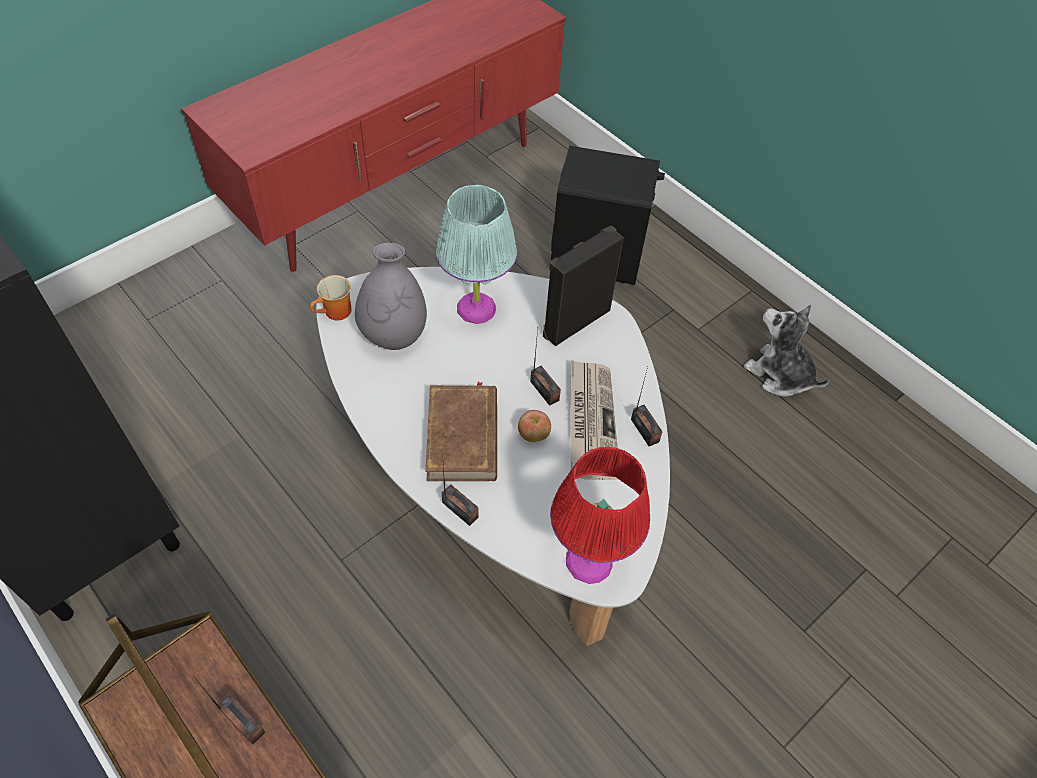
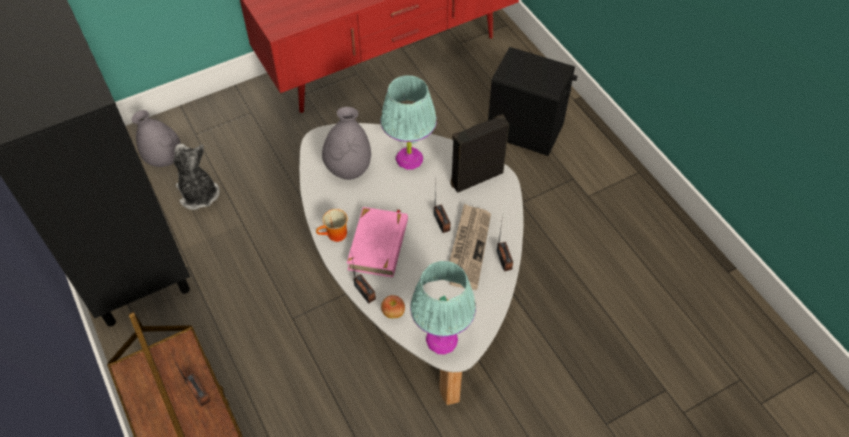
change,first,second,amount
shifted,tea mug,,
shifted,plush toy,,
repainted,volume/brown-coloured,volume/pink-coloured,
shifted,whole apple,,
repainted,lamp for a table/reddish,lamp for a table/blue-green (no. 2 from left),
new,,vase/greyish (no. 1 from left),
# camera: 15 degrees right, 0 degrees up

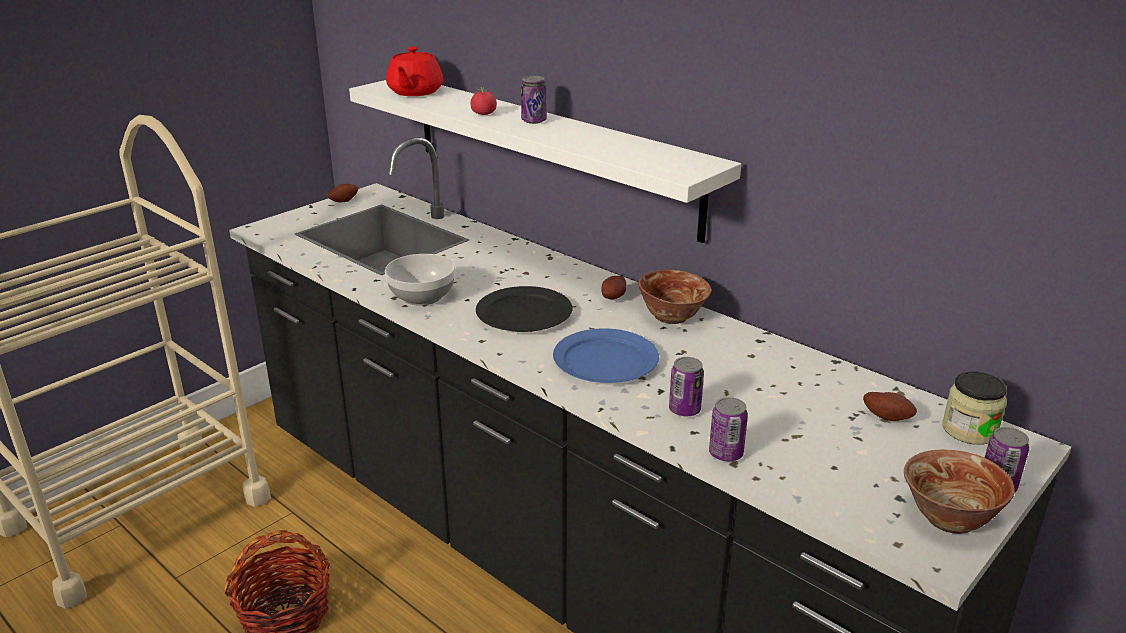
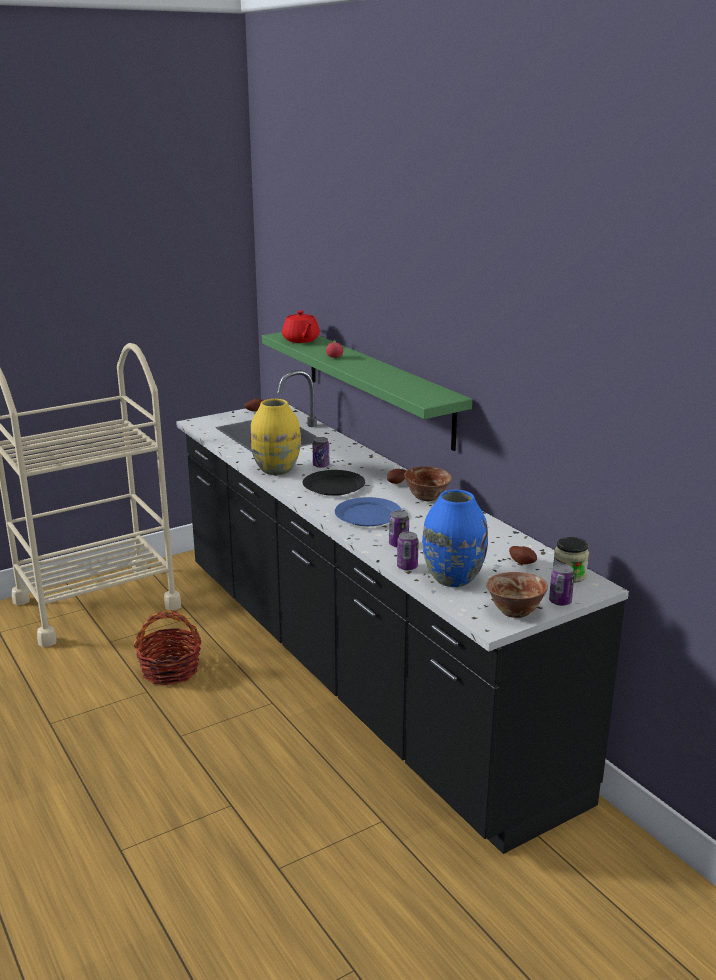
change,first,second,amount
rotated,tea pot/reddish,,45 degrees counterclockwise
shifted,can (no. 1 from left),,
repainted,wall shelf/white,wall shelf/greenish,
swapped,bowl (no. 1 from left),vase/yellowish,
new,,vase/blue,
# camera: 15 degrees right, 5 degrees down

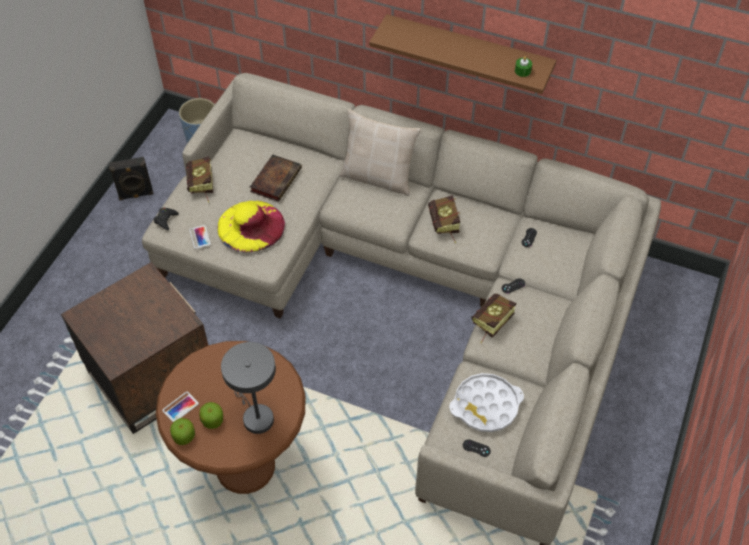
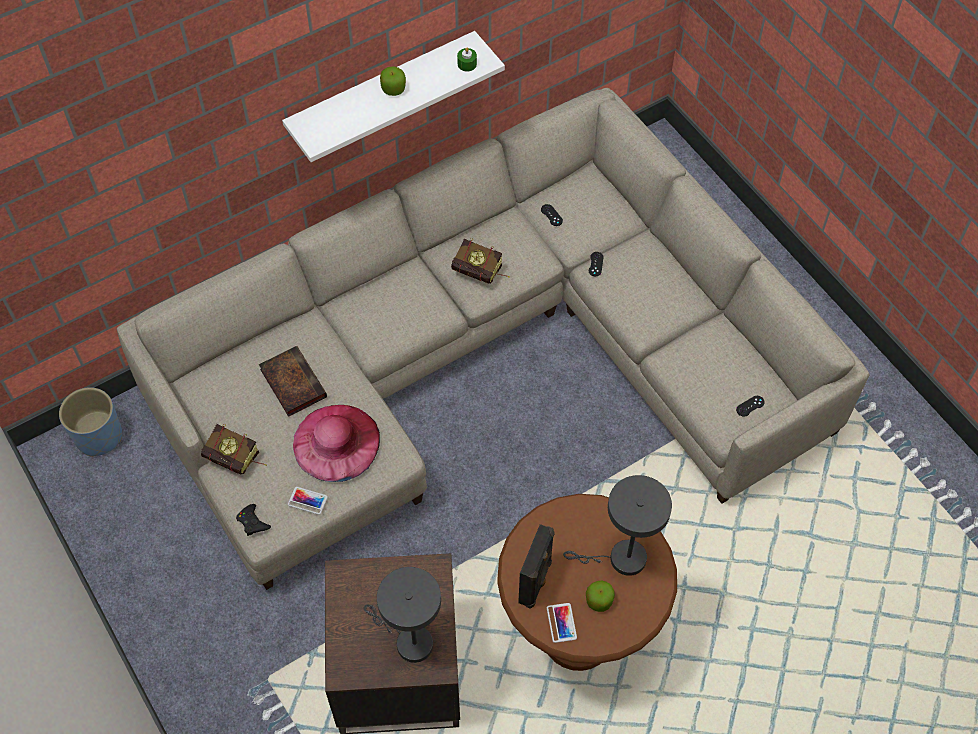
change,first,second,amount
repainted,wall shelf/brown-coloured,wall shelf/white,
gone,throw pillow/sand-coloured,,
shifted,loudspeaker/blackish,,
repainted,clothing hat/yellowish,clothing hat/pink-coloured,
gone,volume (no. 4 from left),,
gone,carrying tray/white,,
shifted,whole apple (no. 1 from left),,
new,,lamp for a table/greyish (no. 1 from left),
# camera: 55 degrees left, 5 degrees up

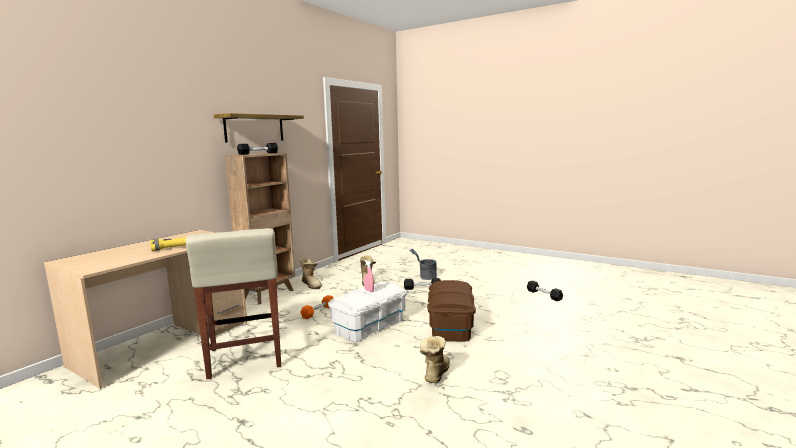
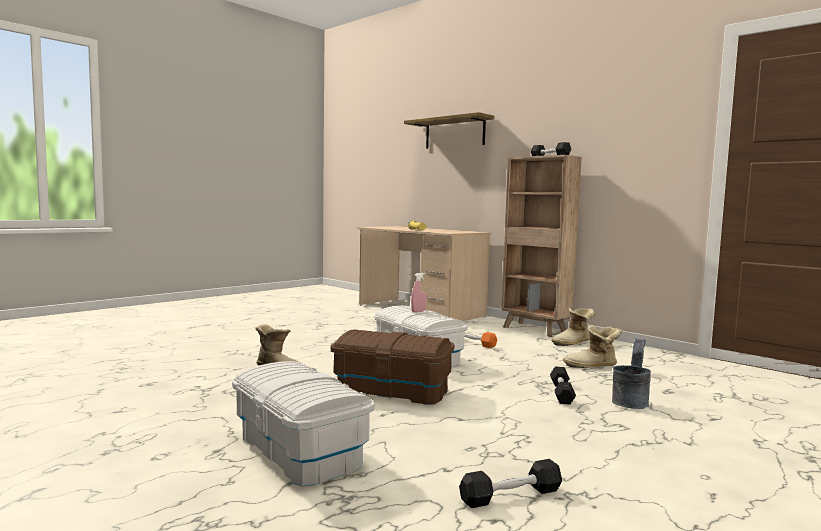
change,first,second,amount
shifted,wall shelf,,
gone,stool seat/sand-coloured,,
new,,storage box/white (no. 1 from left),
# camera: 100 degrees right, 5 degrees down

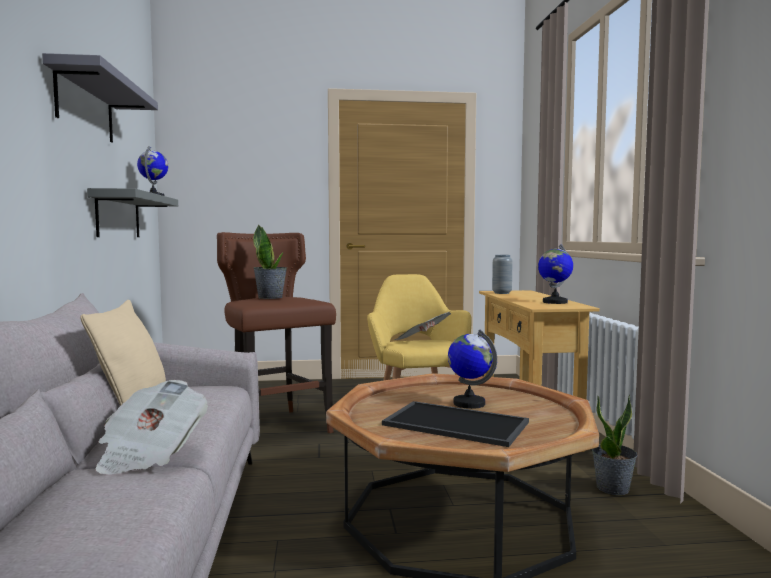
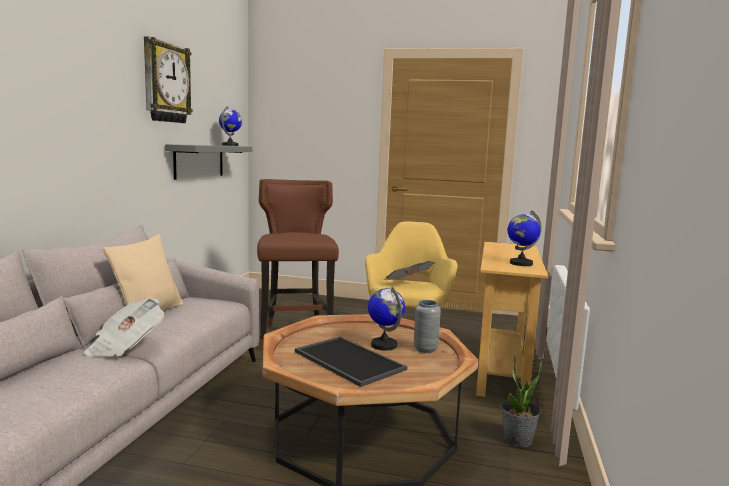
change,first,second,amount
swapped,wall shelf/greyish (no. 1 from left),clock on the wall,
gone,potted plant (no. 1 from left),,
shifted,vase/greyish,,
# camera: 20 degrees right, 5 degrees up

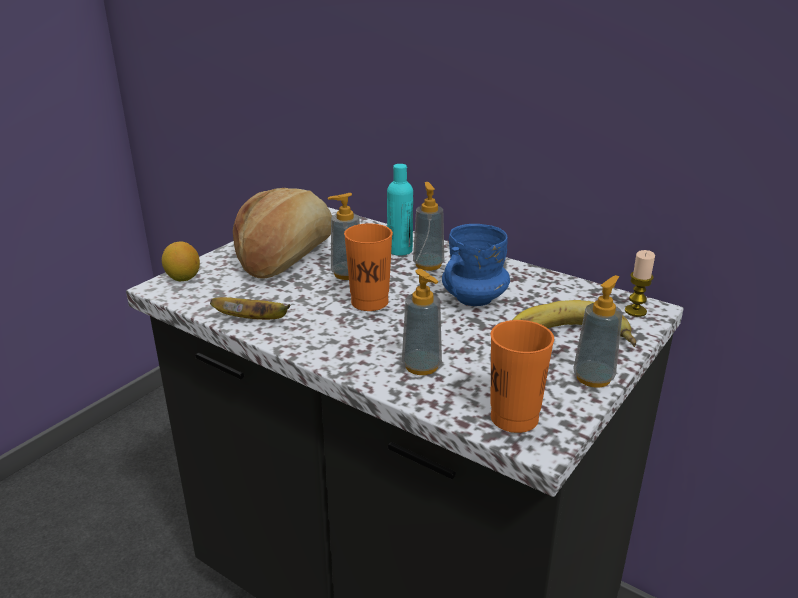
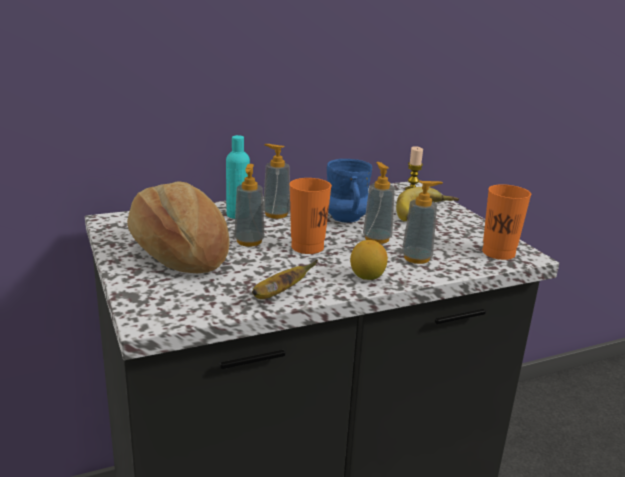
change,first,second,amount
shifted,whole lemon,,
shifted,soap dispenser (no. 4 from left in the first image),soap dispenser (no. 3 from left),
# camera: 60 degrees left, 5 degrees down

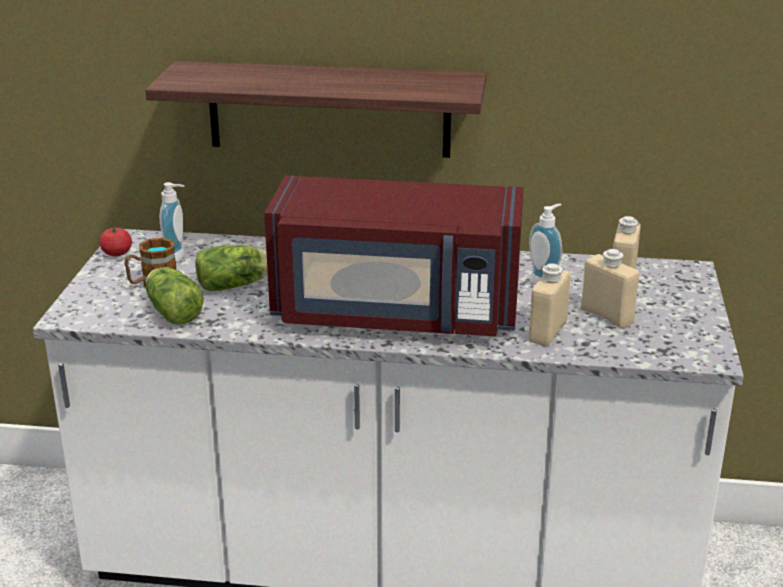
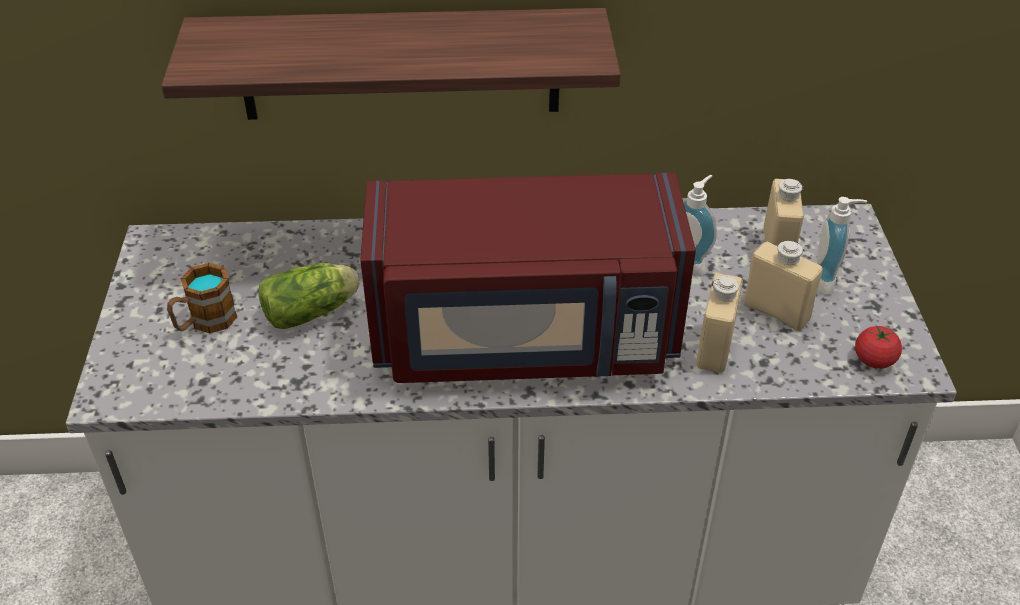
change,first,second,amount
shifted,soap dispenser (no. 1 from left in the first image),soap dispenser (no. 2 from left),
shifted,tomato,,
gone,lettuce head (no. 1 from left),,
# camera: 10 degrees left, 15 degrees up

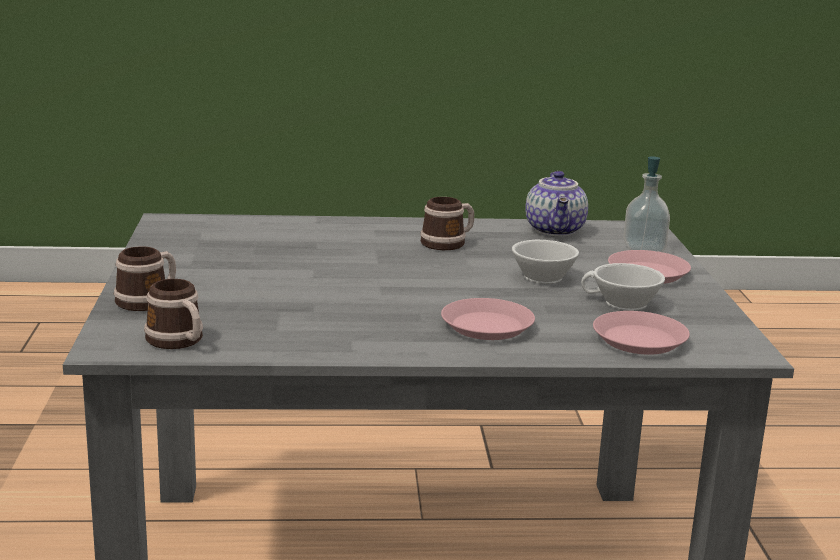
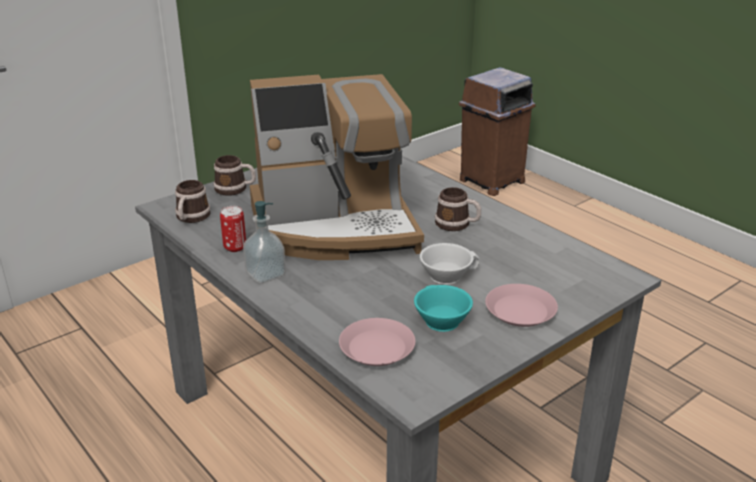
change,first,second,amount
shifted,soap dispenser,,
gone,tea pot,,
repainted,small cup/white (no. 2 from left),small cup/blue-green,
gone,plate/pink-coloured (no. 1 from left),,
new,,rubbish bin/brown-coloured,
new,,coffee machine,
new,,can,
# camera: 55 degrees right, 10 degrees up

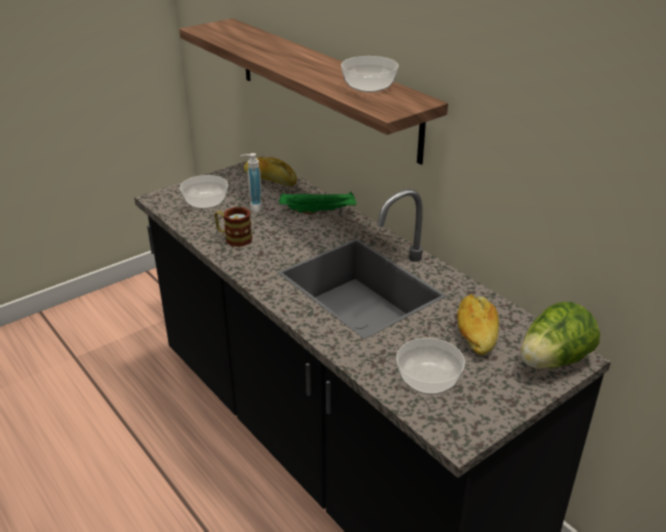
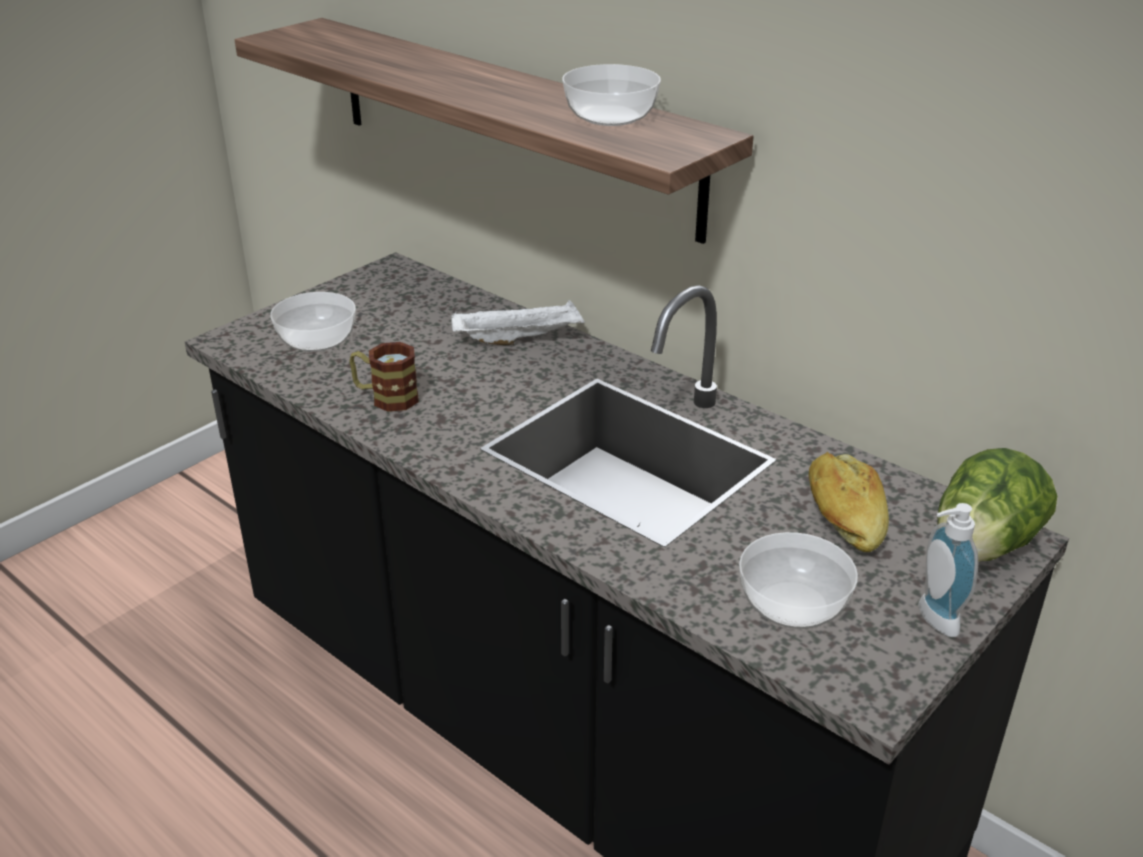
change,first,second,amount
shifted,soap dispenser,,
gone,bread (no. 1 from left),,
repainted,carrying tray/greenish,carrying tray/white,
# camera: 10 degrees left, 0 degrees up

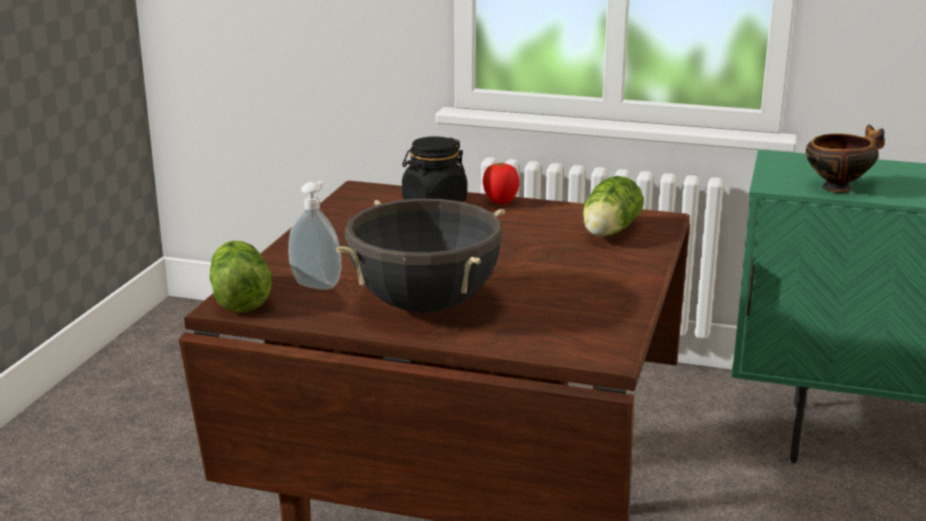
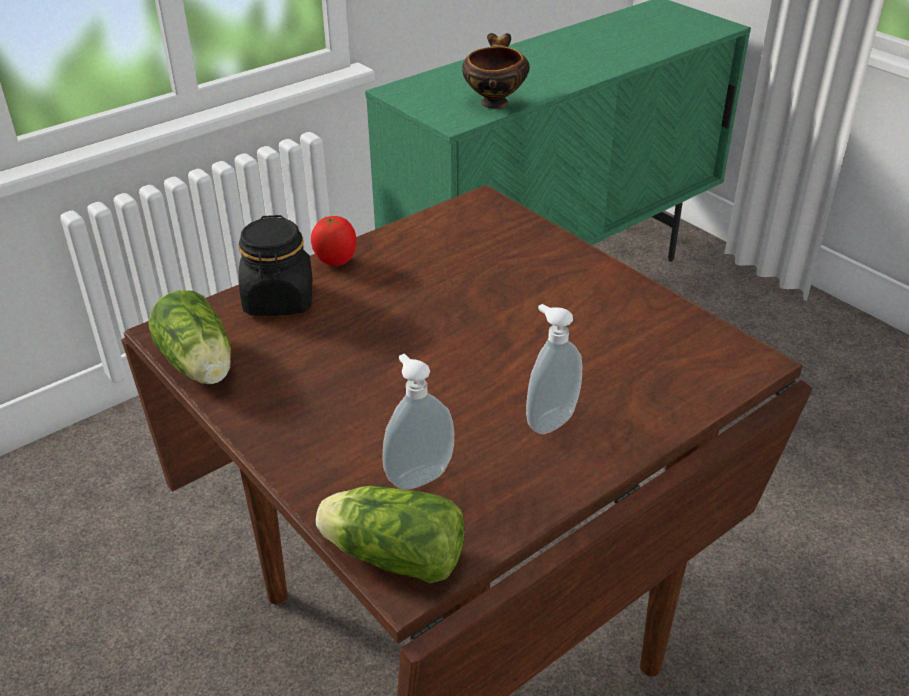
change,first,second,amount
shifted,lettuce head (no. 2 from left in the first image),lettuce head (no. 1 from left),
swapped,stockpot/blackish,soap dispenser (no. 2 from left),
# camera: 55 degrees left, 15 degrees up

